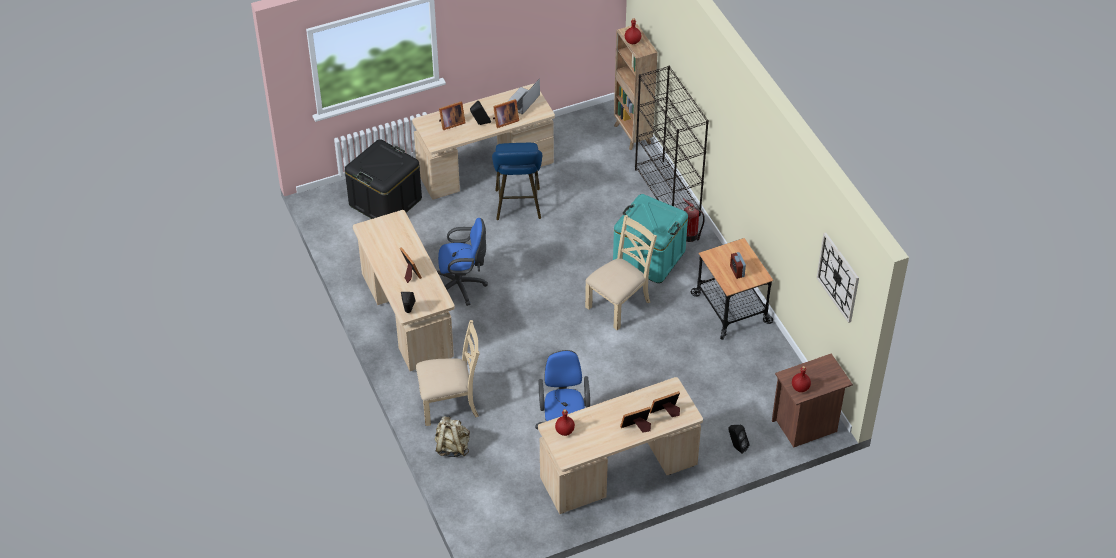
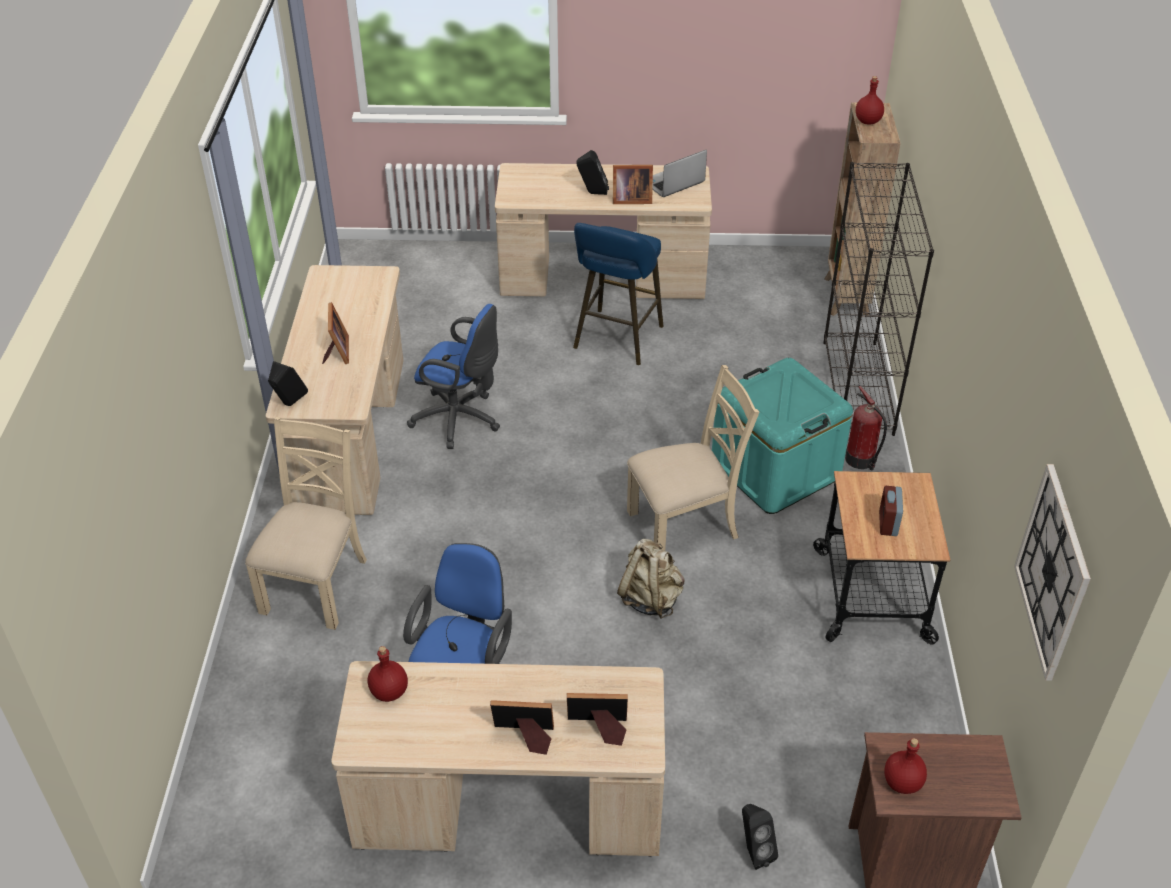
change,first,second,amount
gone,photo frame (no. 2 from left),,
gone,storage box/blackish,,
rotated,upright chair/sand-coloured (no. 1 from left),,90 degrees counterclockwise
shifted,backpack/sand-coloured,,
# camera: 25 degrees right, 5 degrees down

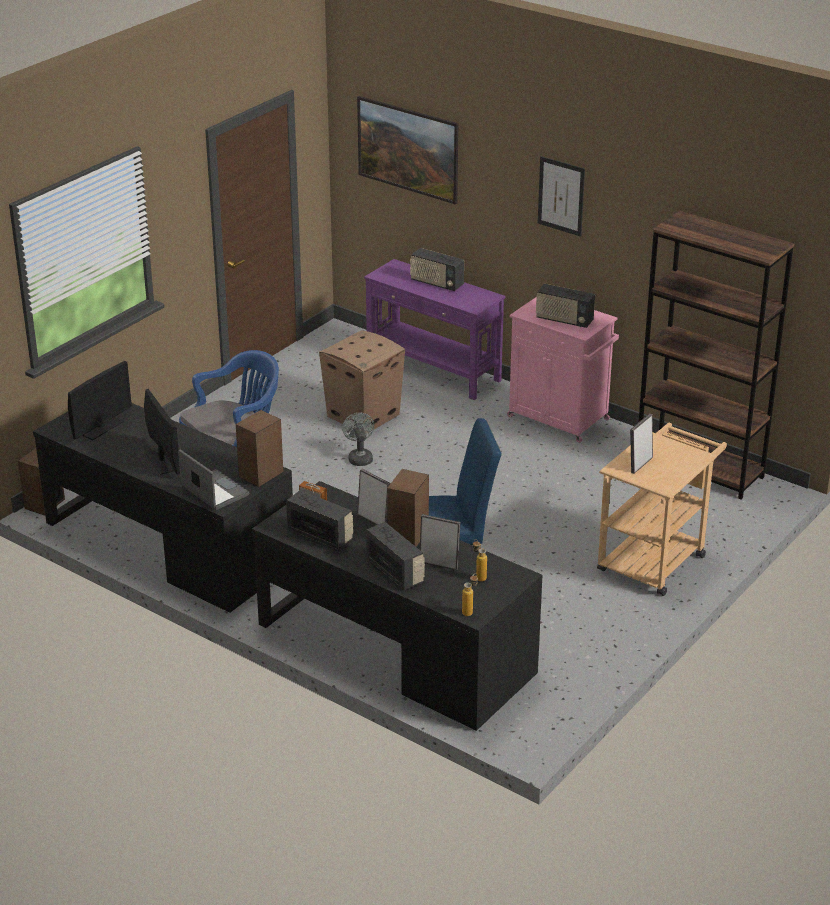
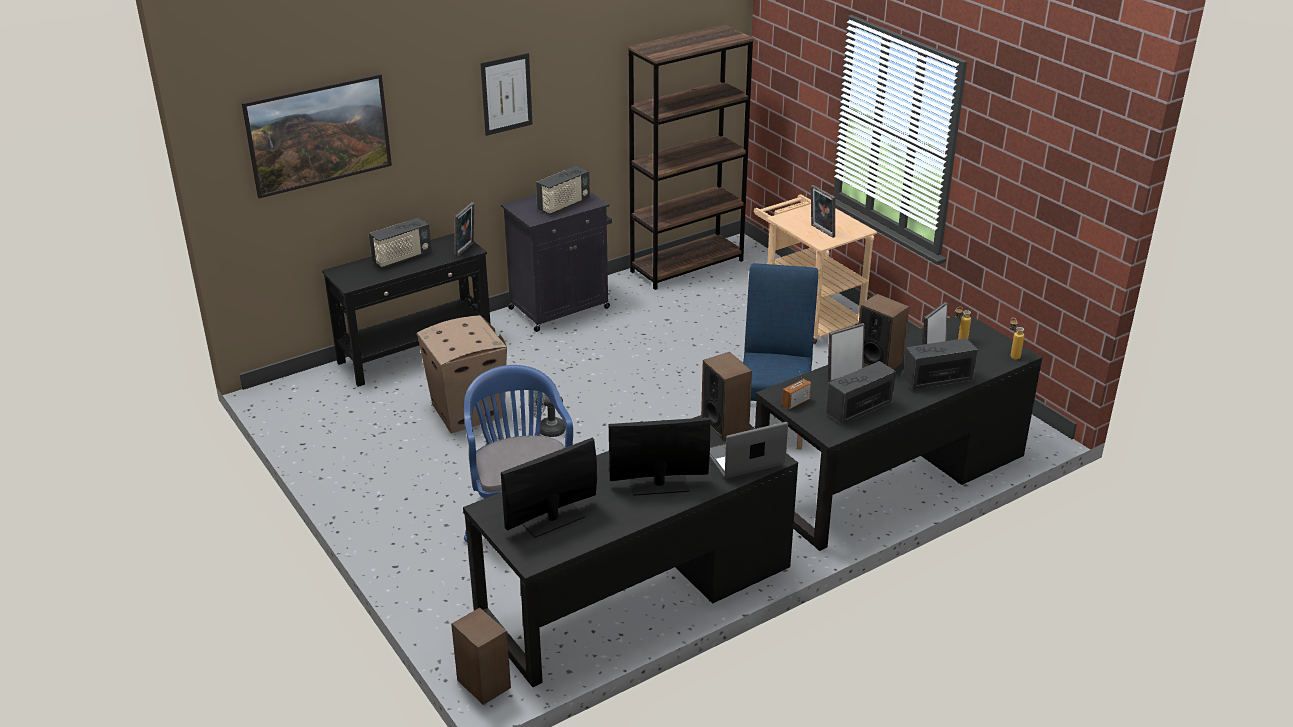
change,first,second,amount
repainted,narrow table/purple-coloured,narrow table/blackish,
repainted,cabinet/pink-coloured,cabinet/blackish,
rotated,computer display (no. 1 from left),,90 degrees counterclockwise
new,,photo frame (no. 1 from left),
# camera: 70 degrees left, 0 degrees up

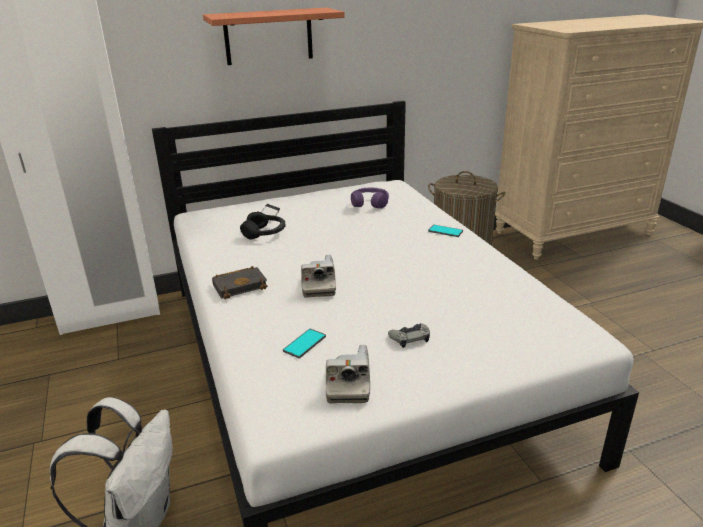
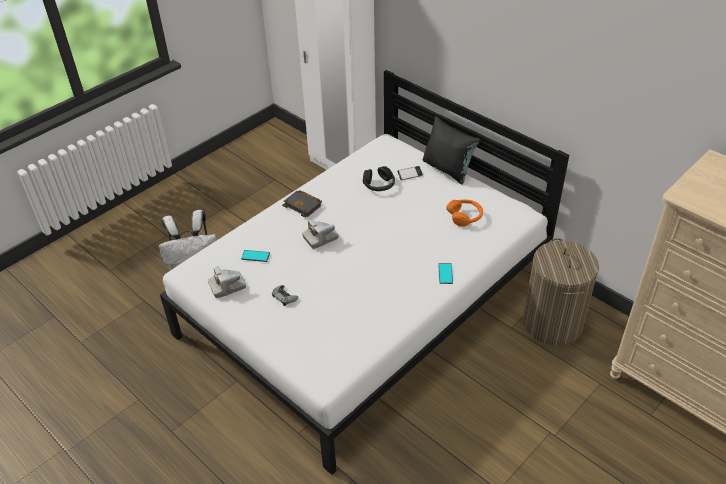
change,first,second,amount
gone,wall shelf,,
repainted,headphones/purple-coloured,headphones/orange,
new,,throw pillow/blackish,
# camera: 65 degrees right, 15 degrees up

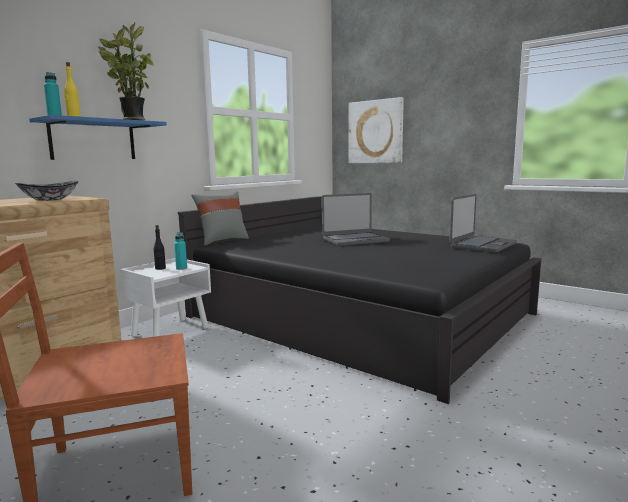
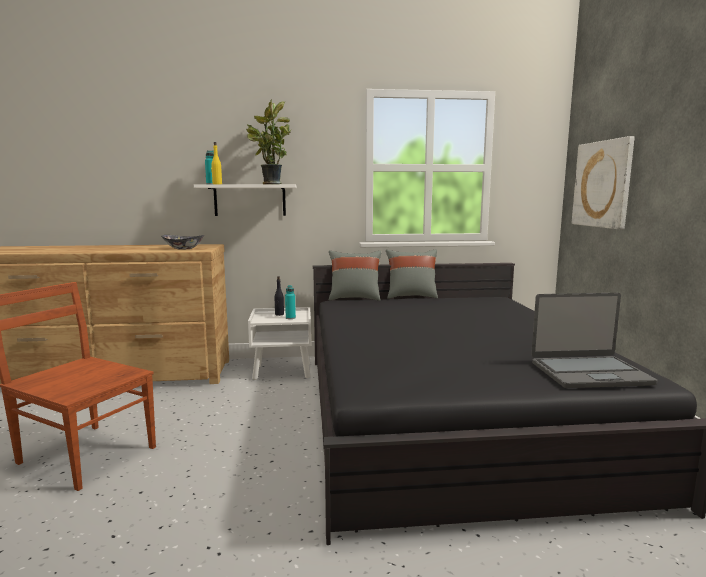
change,first,second,amount
repainted,wall shelf/blue,wall shelf/white,
gone,notebook computer (no. 1 from left),,
new,,throw pillow/greyish (no. 2 from left),
# camera: 45 degrees right, 0 degrees up

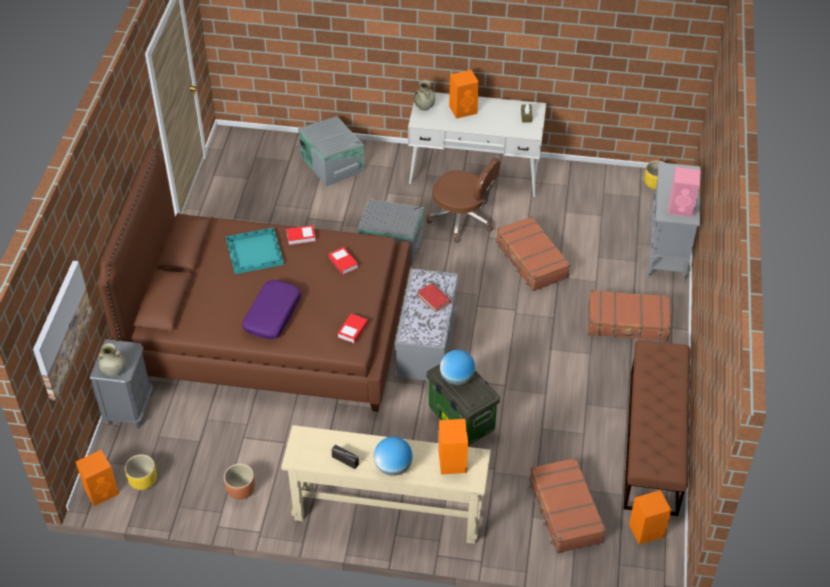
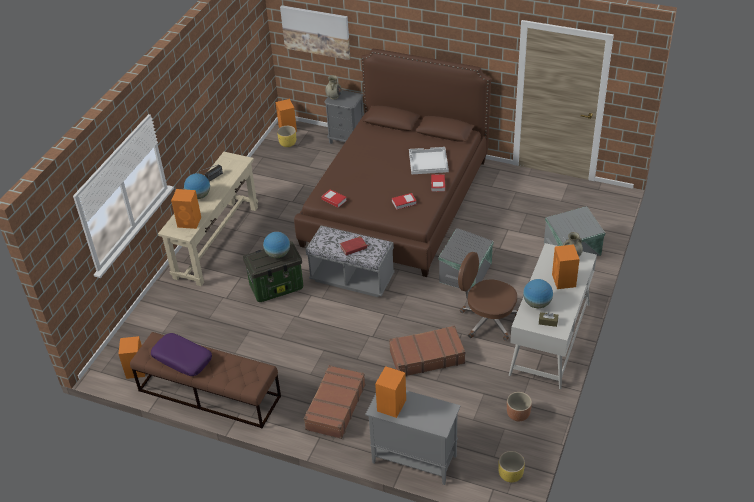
change,first,second,amount
rotated,desk chair/brown-coloured,,75 degrees clockwise
repainted,loudspeaker/pink-coloured,loudspeaker/orange (no. 4 from left),
repainted,carrying tray/blue-green,carrying tray/white,
shifted,throw pillow/purple-coloured,,
gone,suitcase/brown-coloured (no. 2 from left),,
shifted,plant pot/brown-coloured,,
new,,globe (no. 3 from left),
# camera: 105 degrees right, 5 degrees down

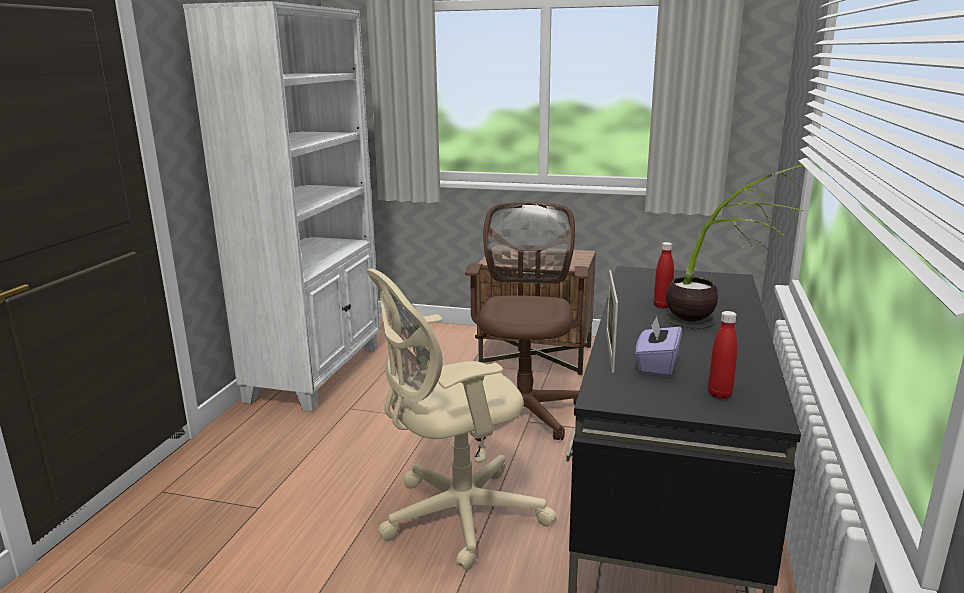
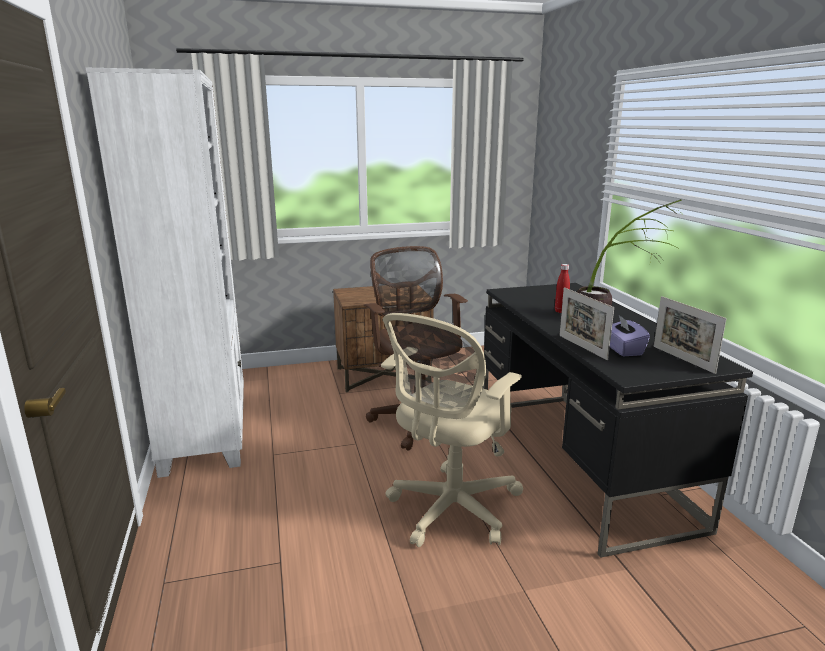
change,first,second,amount
swapped,bottle/reddish (no. 2 from left),photo frame (no. 2 from left),
# camera: 30 degrees left, 0 degrees up

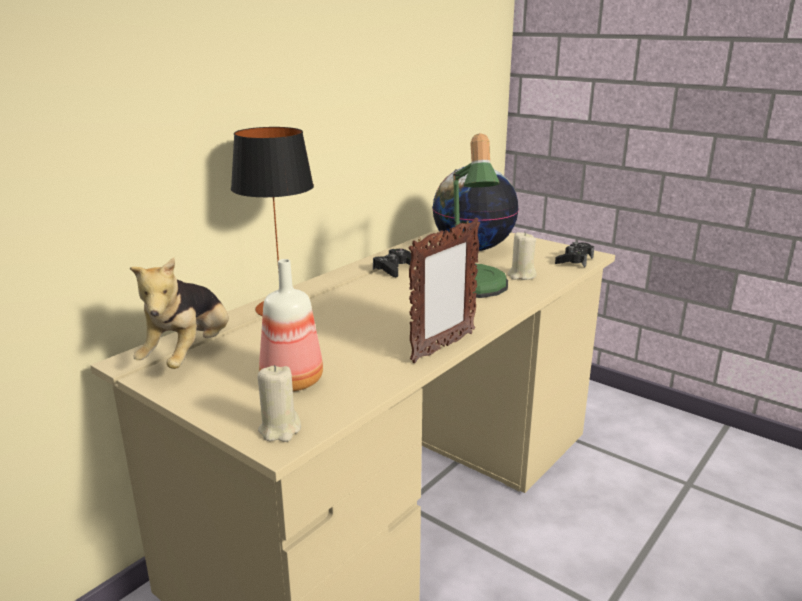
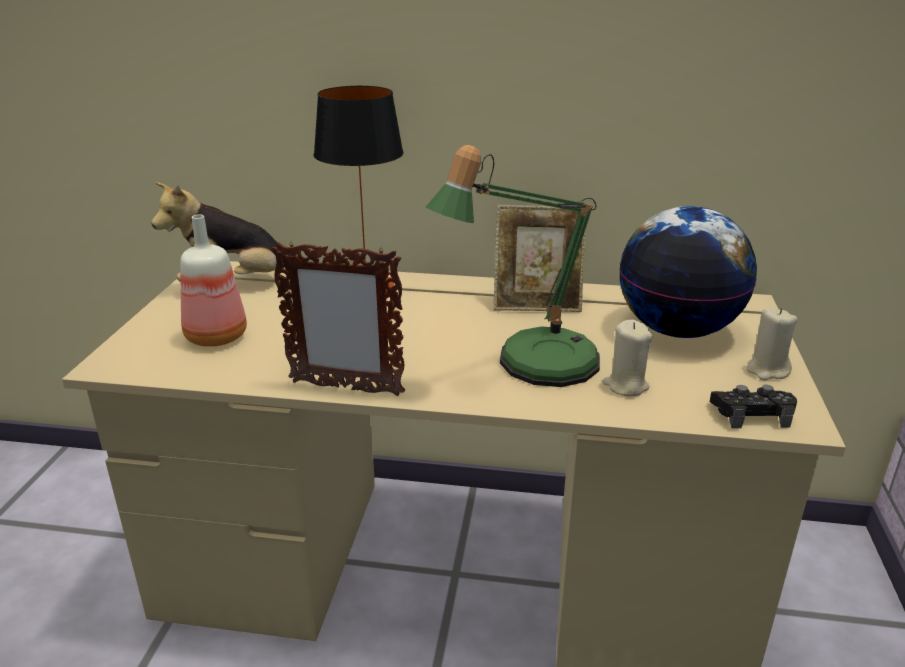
change,first,second,amount
swapped,joypad/blackish (no. 1 from left),photo frame (no. 2 from left),
shifted,wax light/sand-coloured (no. 1 from left in the first image),wax light/sand-coloured (no. 2 from left),
# camera: 60 degrees right, 5 degrees up

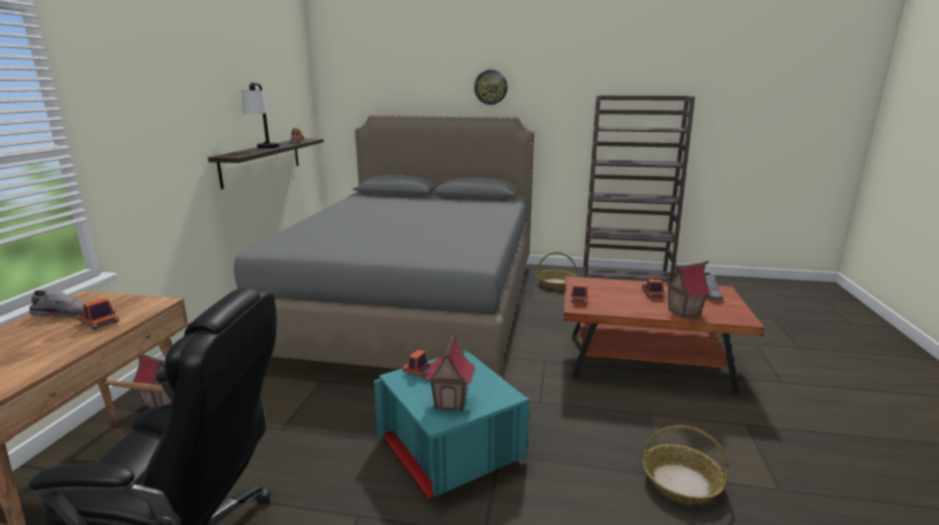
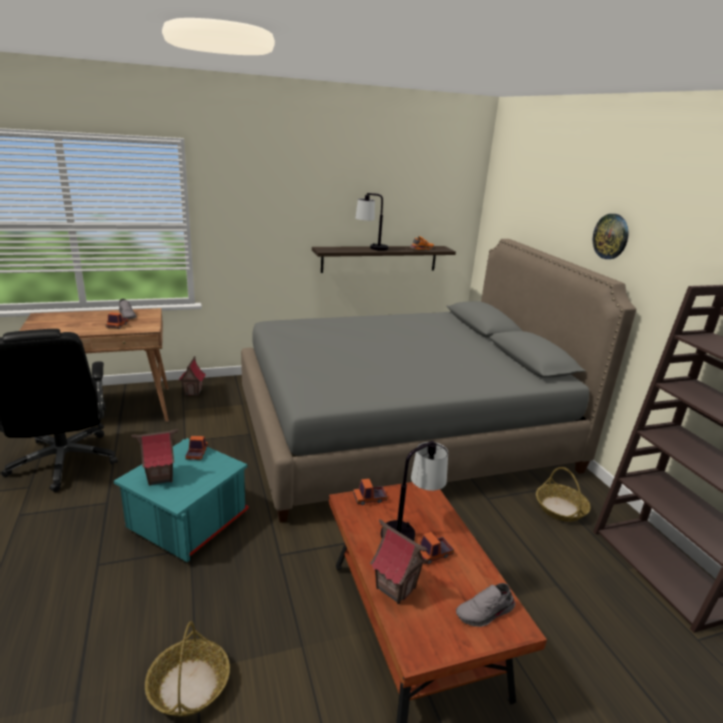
change,first,second,amount
new,,lamp for a table (no. 2 from left),
# camera: 60 degrees right, 5 degrees up

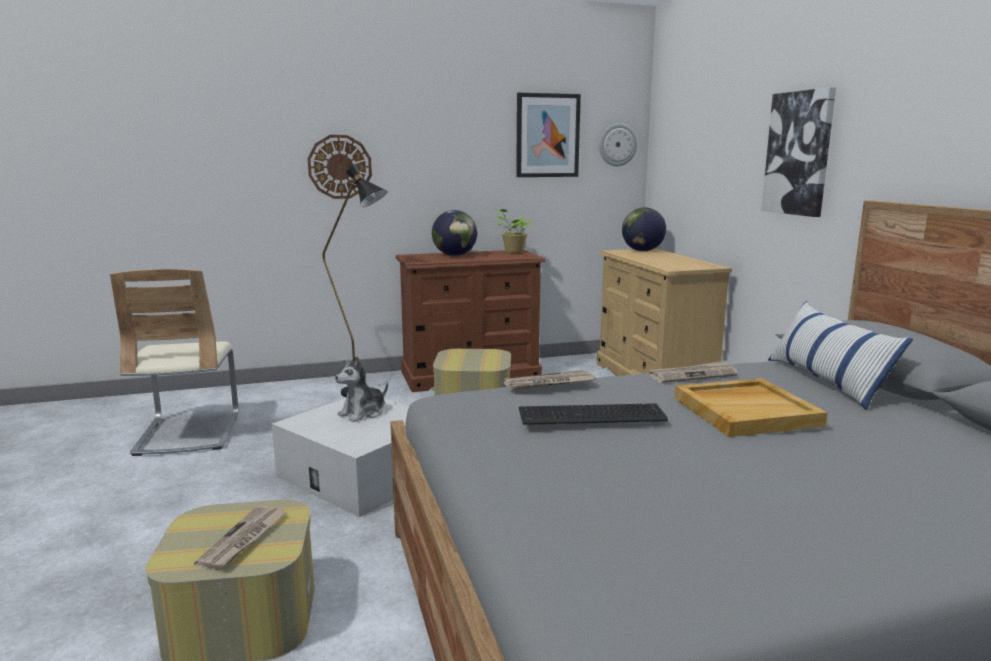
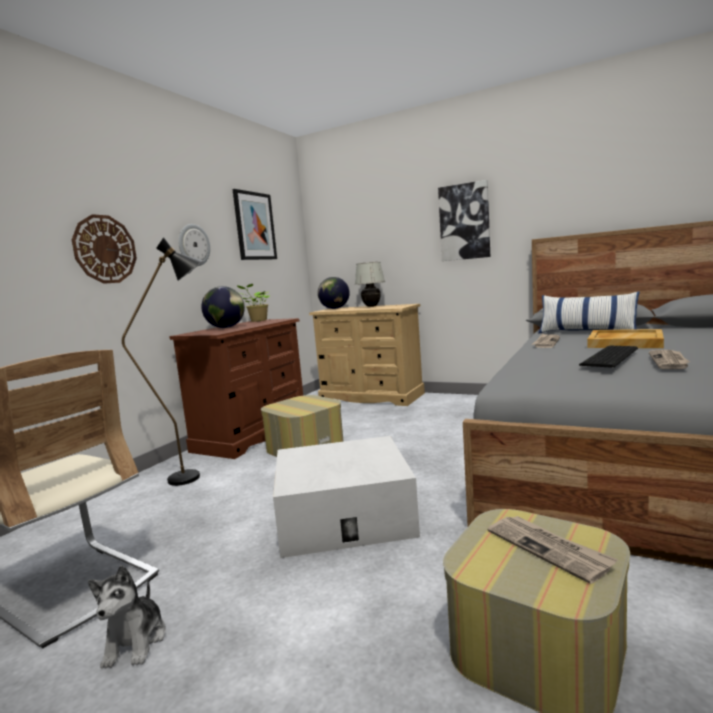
change,first,second,amount
shifted,clock on the wall (no. 2 from left),,
shifted,plush toy,,
shifted,printed paper (no. 2 from left in the first image),printed paper (no. 3 from left),
new,,lamp for a table/white,
# camera: 45 degrees left, 5 degrees down

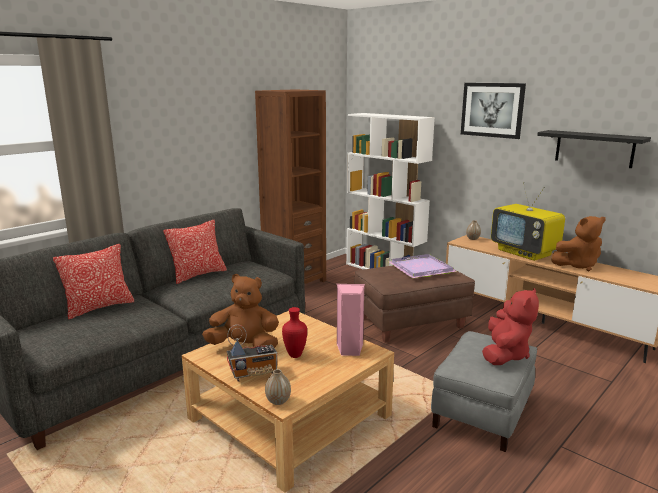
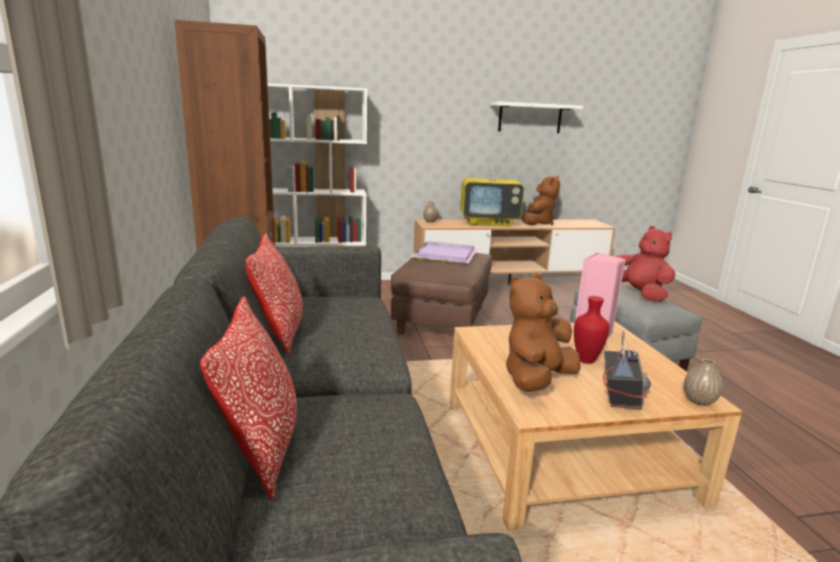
change,first,second,amount
gone,wall picture,,
repainted,wall shelf/blackish,wall shelf/white,
# camera: 55 degrees left, 0 degrees up

